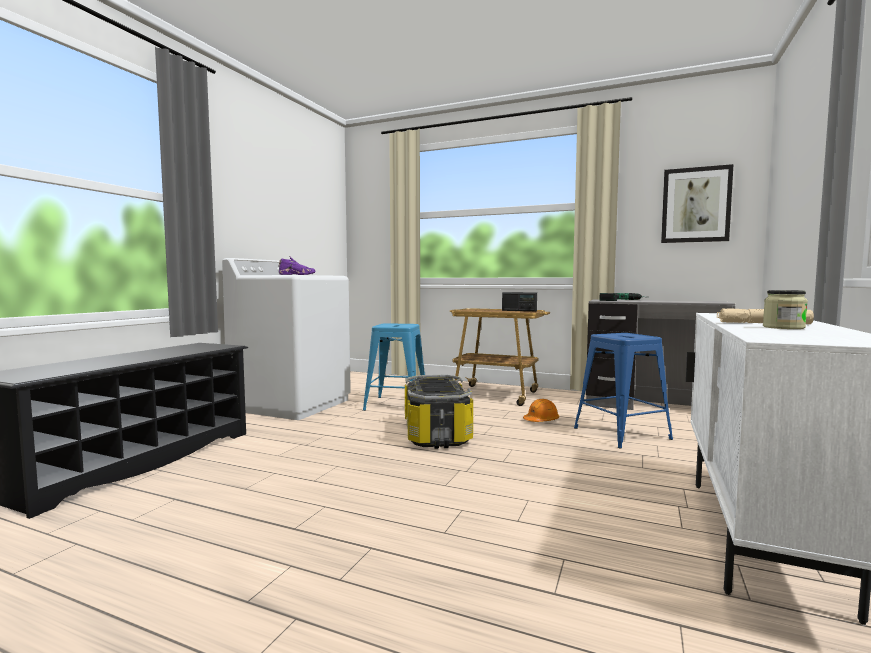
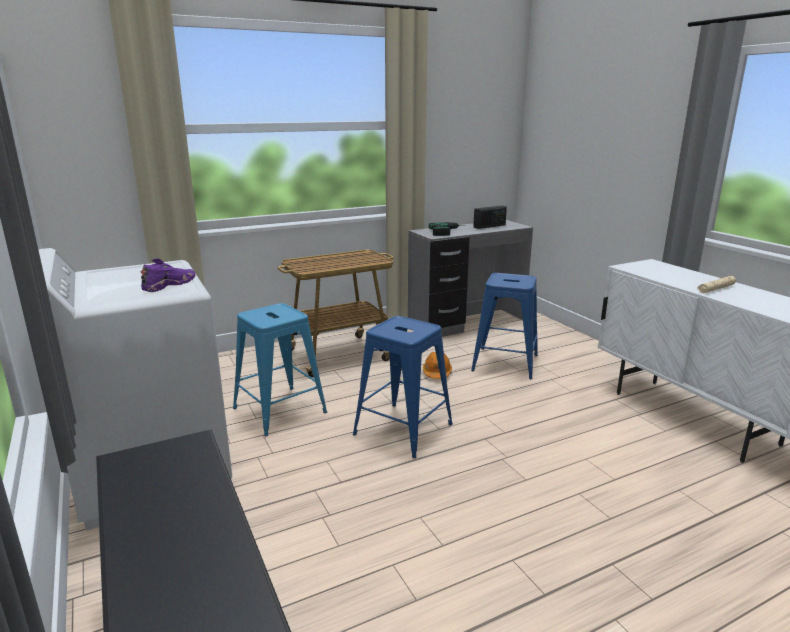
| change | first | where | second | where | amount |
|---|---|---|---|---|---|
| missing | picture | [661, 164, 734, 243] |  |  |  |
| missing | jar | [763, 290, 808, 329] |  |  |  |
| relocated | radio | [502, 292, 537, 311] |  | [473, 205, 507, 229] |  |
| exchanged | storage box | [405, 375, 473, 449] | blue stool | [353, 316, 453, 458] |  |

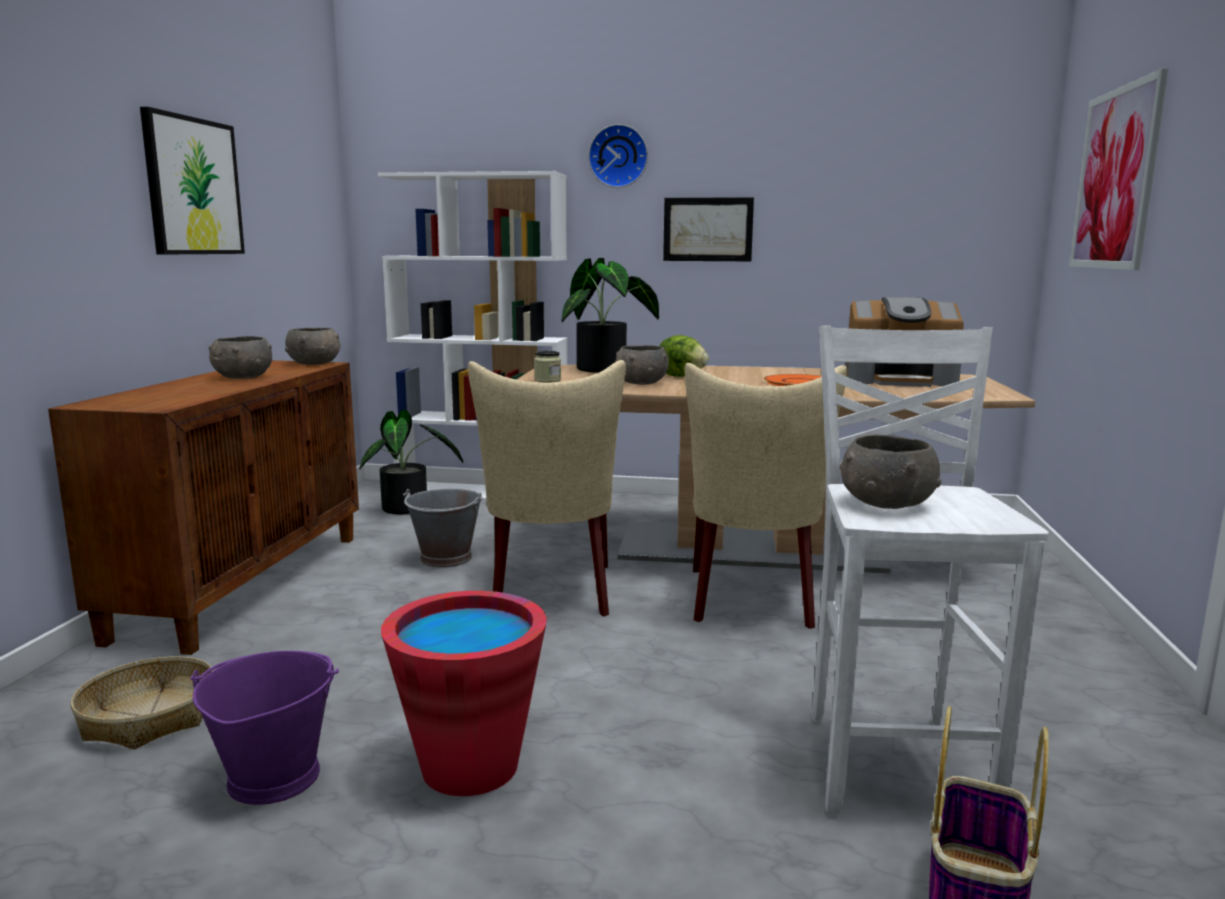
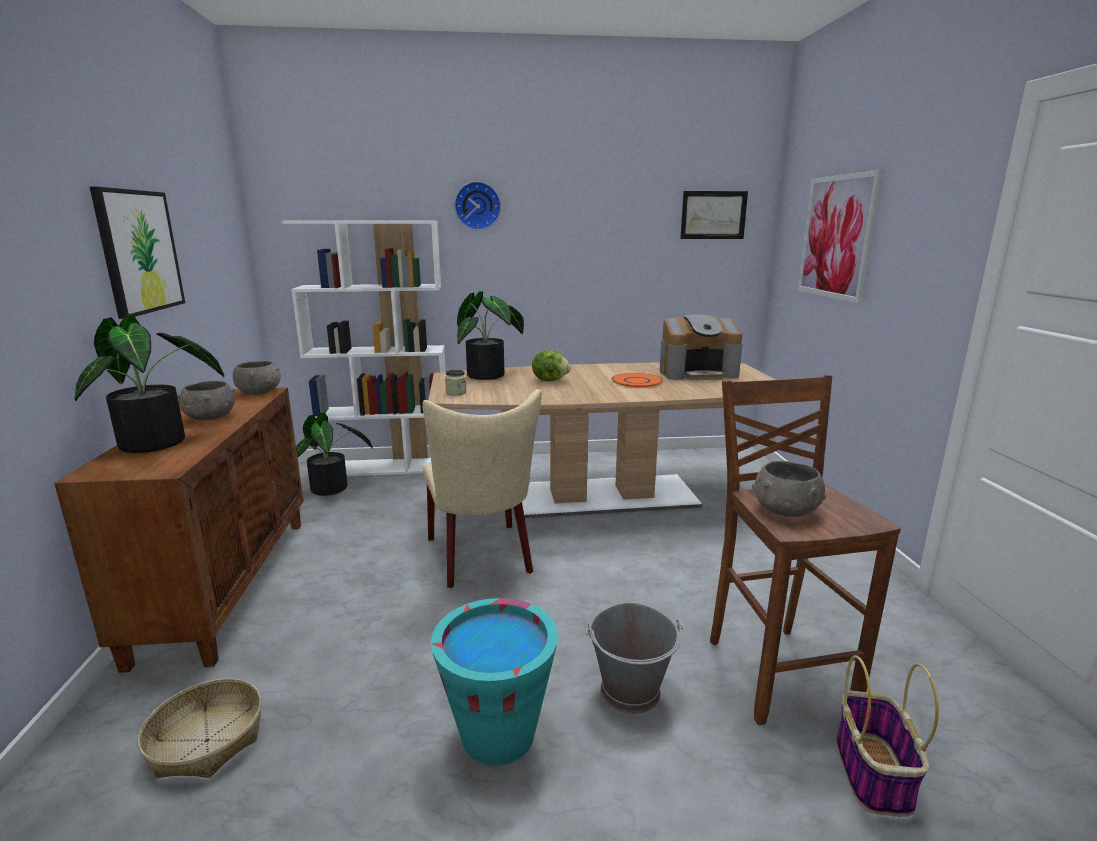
| change | first | where | second | where | amount |
|---|---|---|---|---|---|
| missing | purple bucket | [190, 651, 339, 805] |  |  |  |
| missing | grey bowl | [615, 345, 669, 385] |  |  |  |
| missing | beige chair | [685, 363, 847, 629] |  |  |  |
| appeared |  |  | potted plant | [75, 315, 224, 453] |  |
| relocated | grey bucket | [403, 488, 483, 568] |  | [585, 602, 683, 714] |  |
| relocated | picture | [663, 197, 754, 261] |  | [680, 191, 748, 239] |  |
| colour | red bucket | [381, 591, 547, 796] | turquoise bucket | [431, 598, 558, 766] |  |
| colour | white stool | [811, 325, 1049, 817] | brown stool | [710, 375, 901, 725] |  |

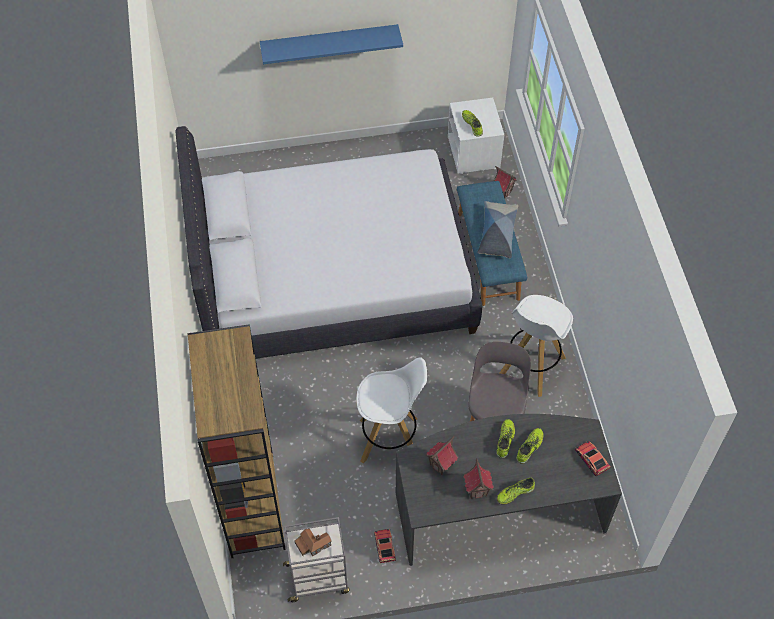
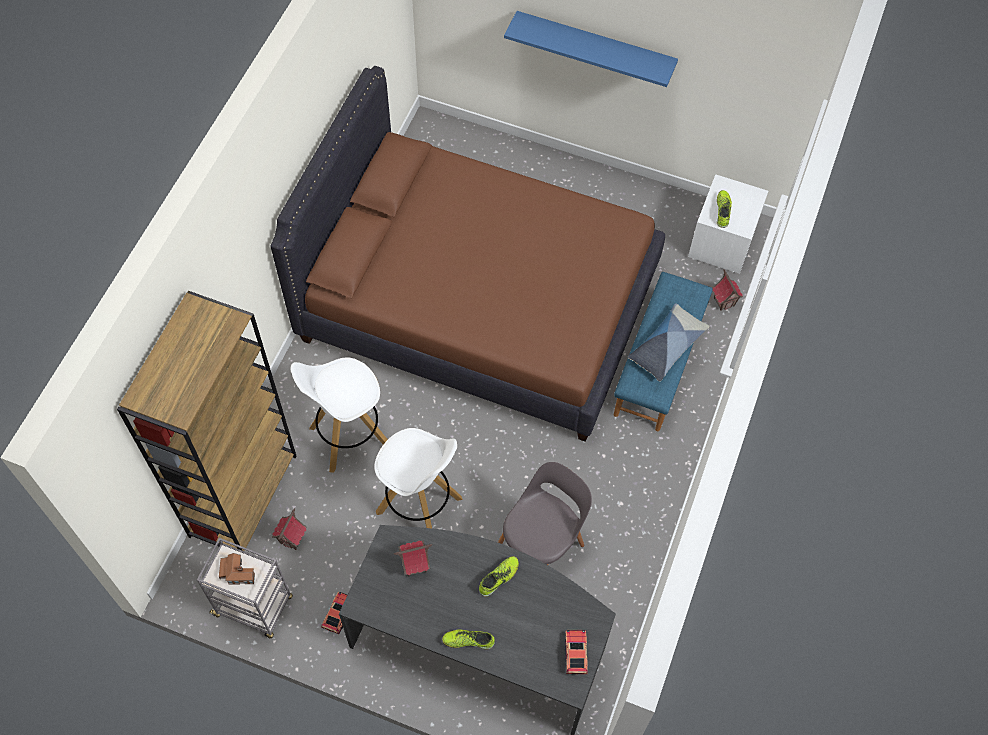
| change | first | where | second | where | amount |
|---|---|---|---|---|---|
| missing | shoe | [516, 428, 543, 464] |  |  |  |
| relocated | toy house | [463, 458, 494, 499] |  | [272, 508, 307, 550] |  |
| relocated | white stool | [499, 295, 573, 397] |  | [290, 357, 388, 473] |  |
| colour | white bed | [175, 126, 482, 359] | brown bed | [270, 66, 665, 442] |  |

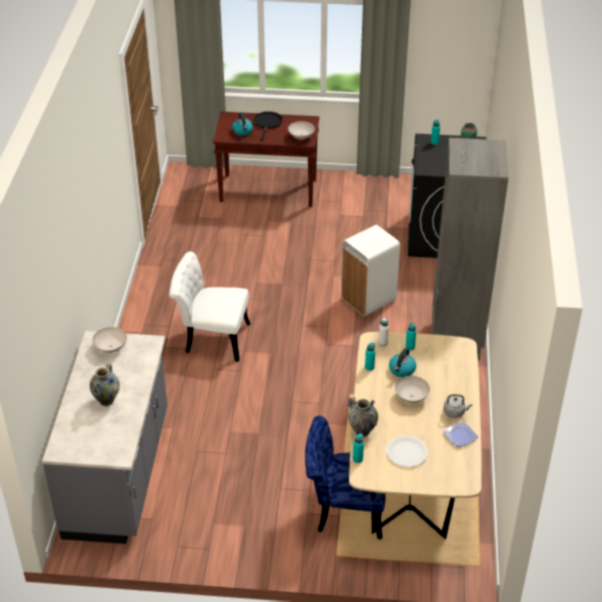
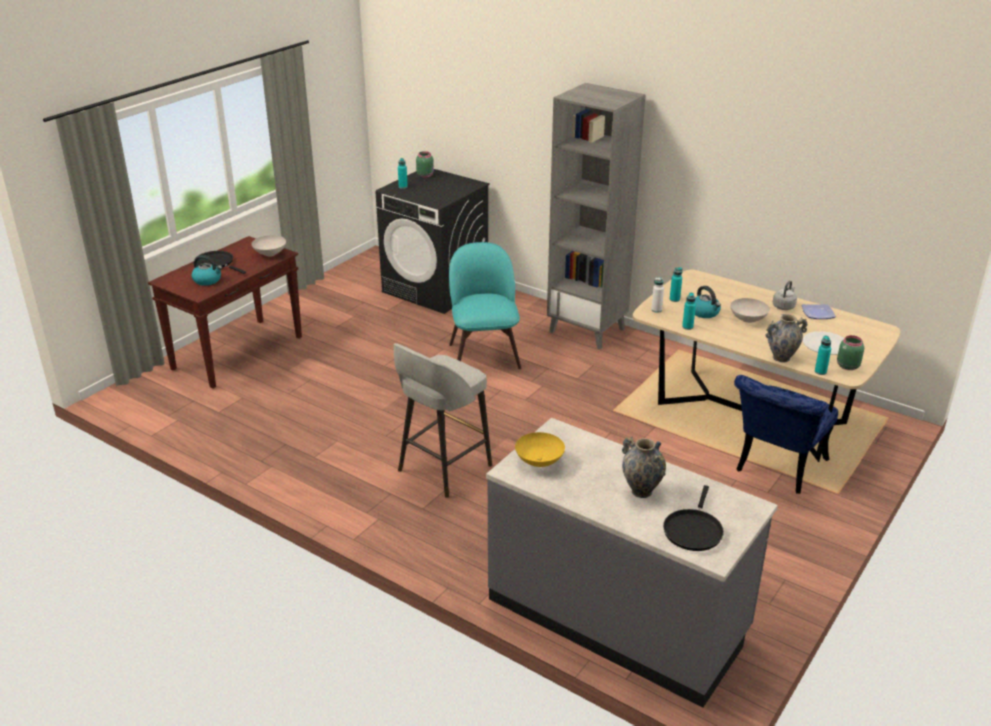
| change | first | where | second | where | amount |
|---|---|---|---|---|---|
| appeared |  |  | black frying pan | [663, 485, 724, 551] |  |
| appeared |  |  | green jar | [837, 335, 864, 370] |  |
| exchanged | white chair | [169, 251, 250, 362] | grey stool | [393, 343, 492, 498] |  |
| exchanged | white trash can | [341, 225, 400, 317] | turquoise chair | [449, 242, 522, 369] |  |
| colour | white bowl | [92, 327, 127, 353] | yellow bowl | [515, 432, 565, 467] |  |

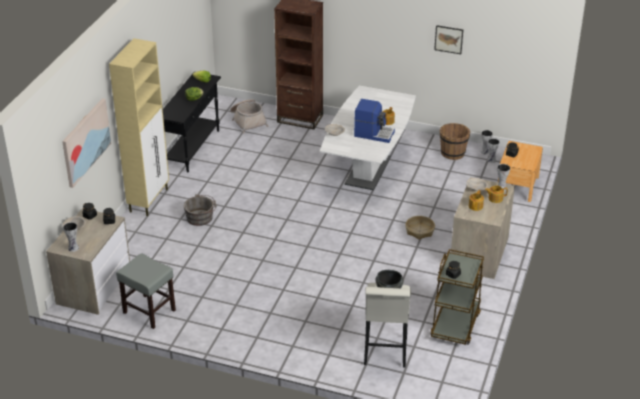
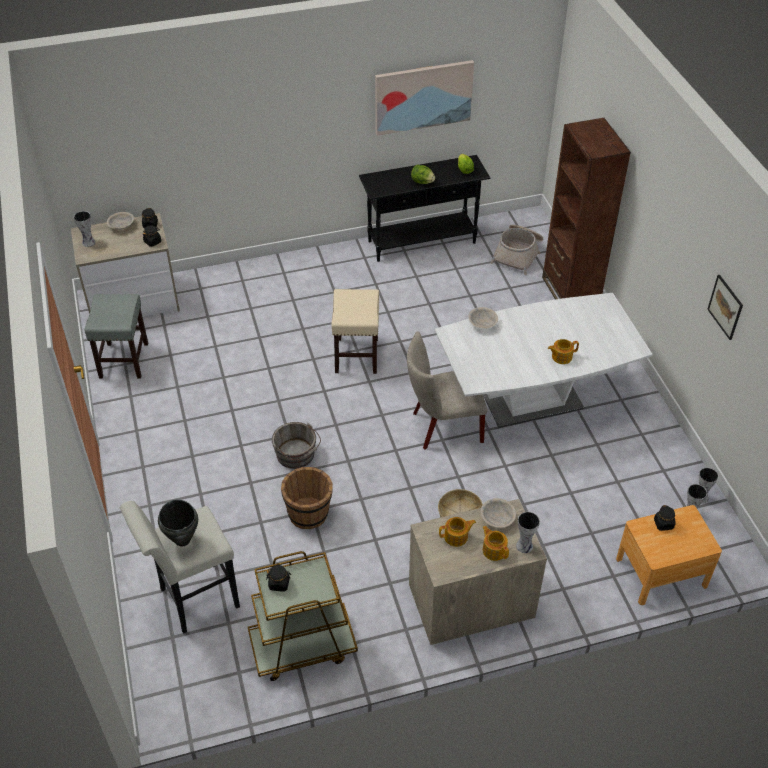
| change | first | where | second | where | amount |
|---|---|---|---|---|---|
| missing | beige cabinet | [109, 38, 169, 216] |  |  |  |
| missing | coffee machine | [354, 99, 395, 143] |  |  |  |
| appeared |  |  | beige stool | [331, 289, 379, 374] |  |
| appeared |  |  | beige chair | [407, 331, 487, 449] |  |
| relocated | picture | [62, 98, 111, 188] |  | [375, 60, 474, 136] |  |
| relocated | grey bucket | [184, 194, 217, 226] |  | [272, 422, 321, 469] |  |
| relocated | brown bucket | [440, 123, 470, 160] |  | [281, 467, 333, 529] |  |

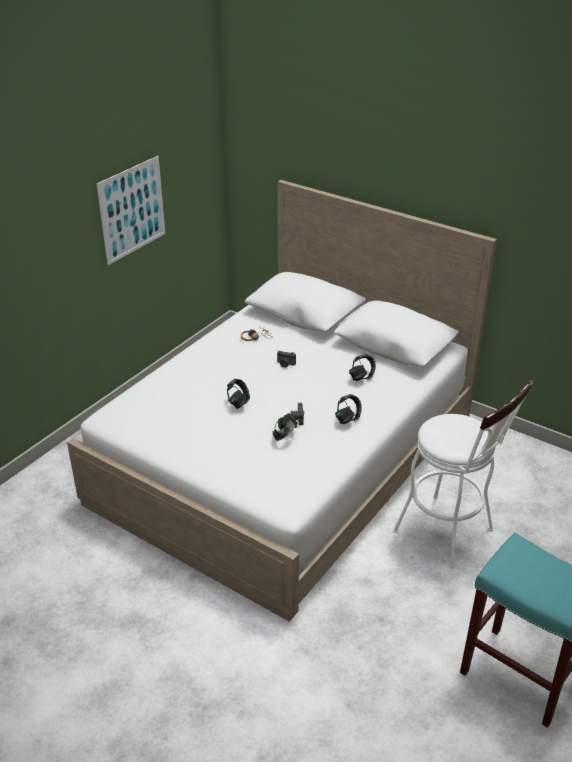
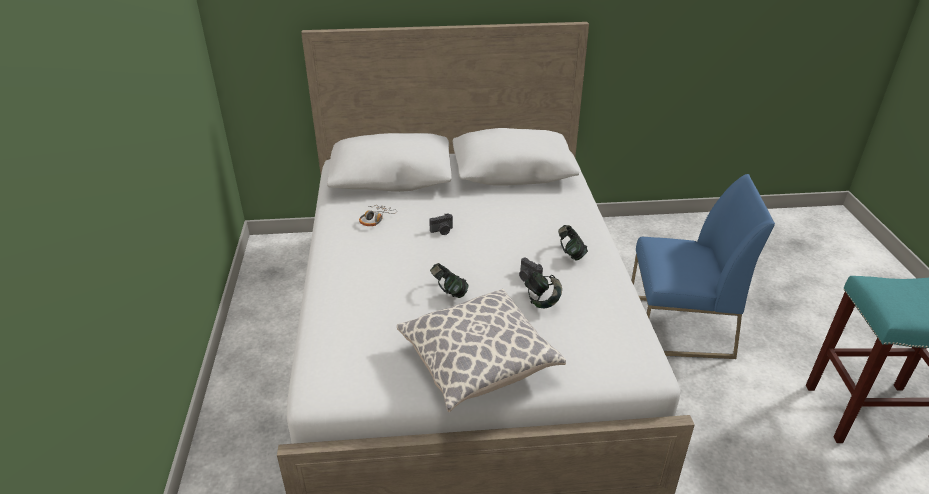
| change | first | where | second | where | amount |
|---|---|---|---|---|---|
| missing | picture | [97, 156, 165, 265] |  |  |  |
| missing | headphones | [349, 354, 376, 381] |  |  |  |
| appeared |  |  | pillow | [397, 289, 566, 412] |  |
| exchanged | white stool | [393, 379, 535, 569] | blue chair | [631, 174, 775, 359] |  |

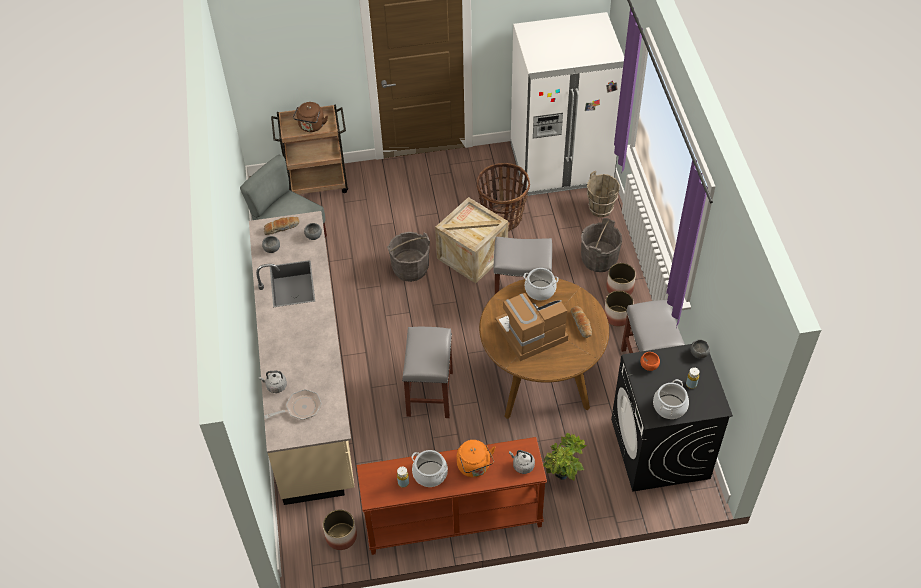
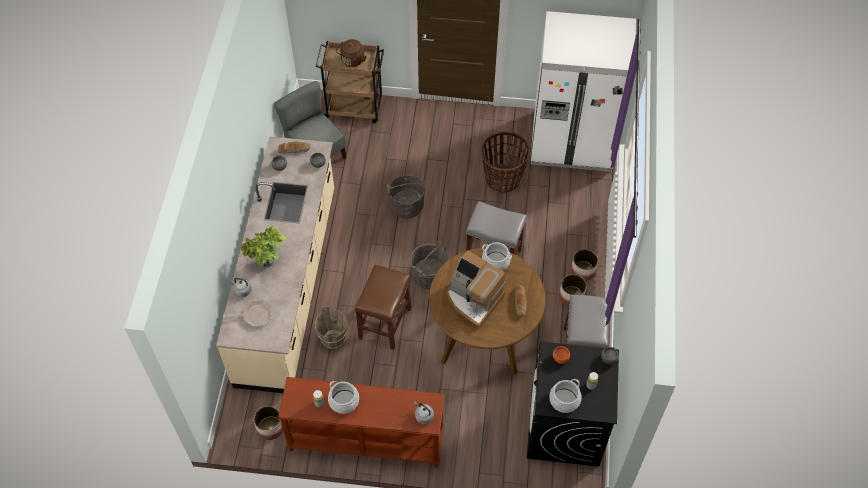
| change | first | where | second | where | amount |
|---|---|---|---|---|---|
| missing | crate | [435, 197, 508, 283] |  |  |  |
| missing | orange kettle | [457, 440, 496, 477] |  |  |  |
| relocated | potted plant | [543, 433, 586, 480] |  | [241, 226, 287, 267] |  |
| relocated | grey bucket | [581, 218, 622, 272] |  | [410, 241, 448, 289] |  |
| relocated | brown bucket | [587, 171, 620, 217] |  | [314, 306, 347, 350] |  |
| colour | grey stool | [402, 327, 453, 418] | brown stool | [355, 265, 411, 350] |  |
| spun | coffee machine | [495, 293, 568, 361] |  | [446, 250, 505, 328] | 135 degrees counterclockwise |

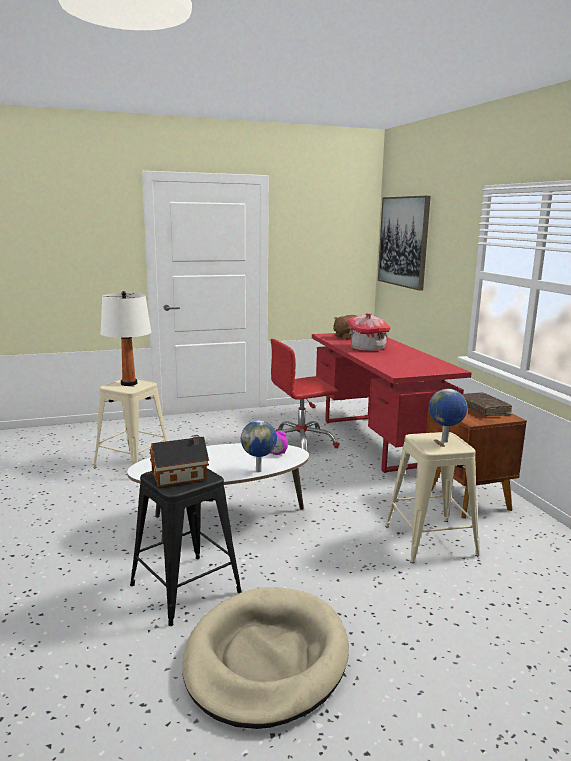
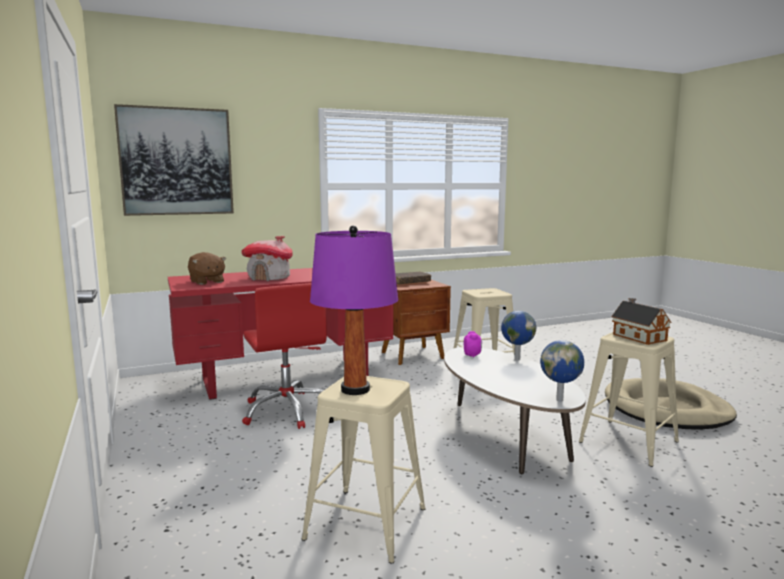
| change | first | where | second | where | amount |
|---|---|---|---|---|---|
| relocated | globe | [429, 389, 467, 442] |  | [540, 340, 584, 402] |  |
| colour | white table lamp | [100, 291, 151, 386] | purple table lamp | [310, 225, 398, 395] |  |
| colour | black stool | [130, 468, 242, 626] | beige stool | [579, 332, 679, 467] |  |

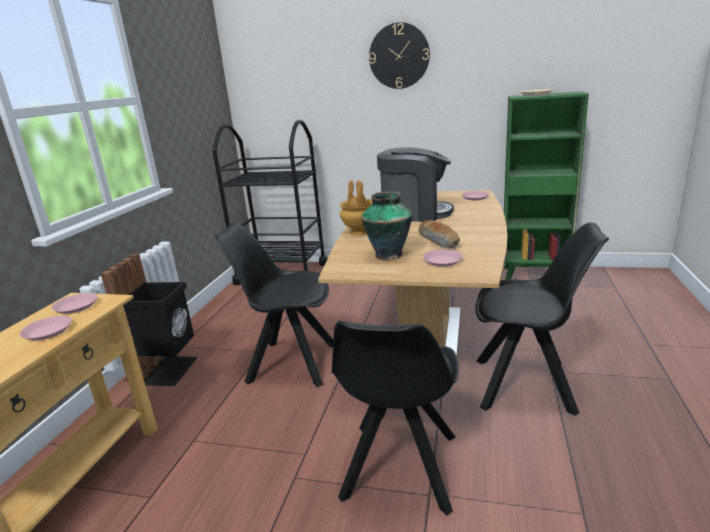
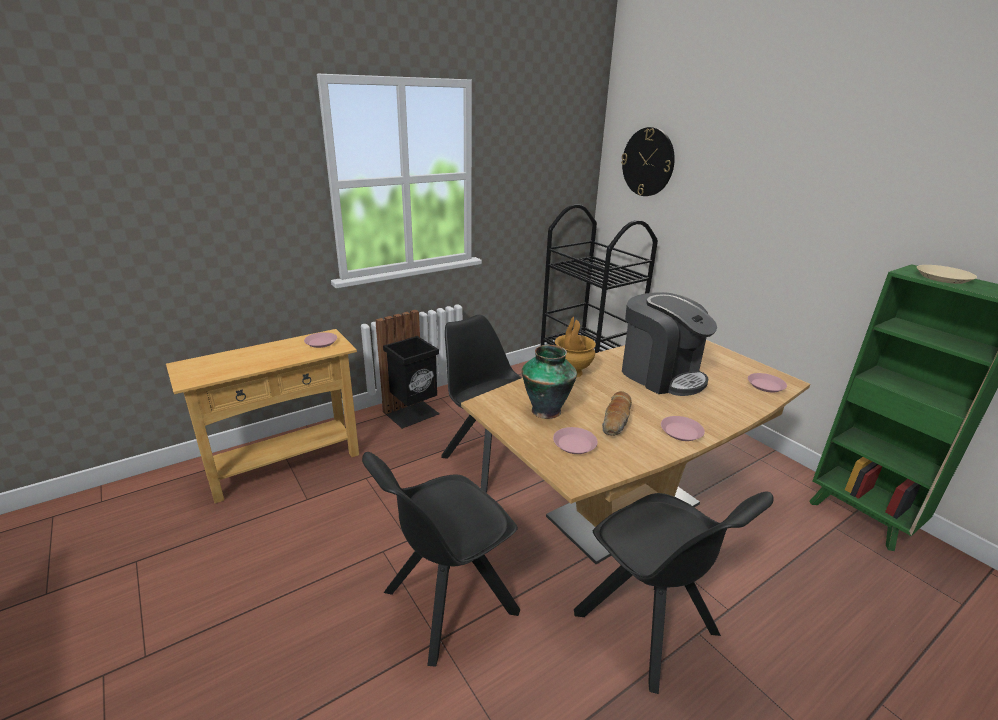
| change | first | where | second | where | amount |
|---|---|---|---|---|---|
| relocated | pink plate | [20, 316, 72, 341] |  | [661, 416, 705, 441] |  |
| relocated | wall clock | [369, 22, 430, 89] |  | [621, 127, 675, 196] |  |

